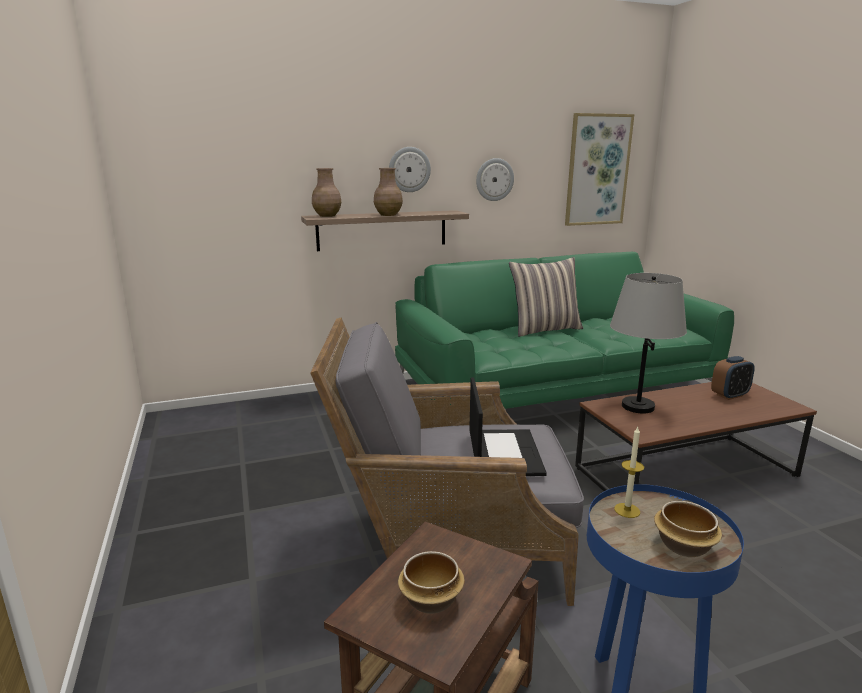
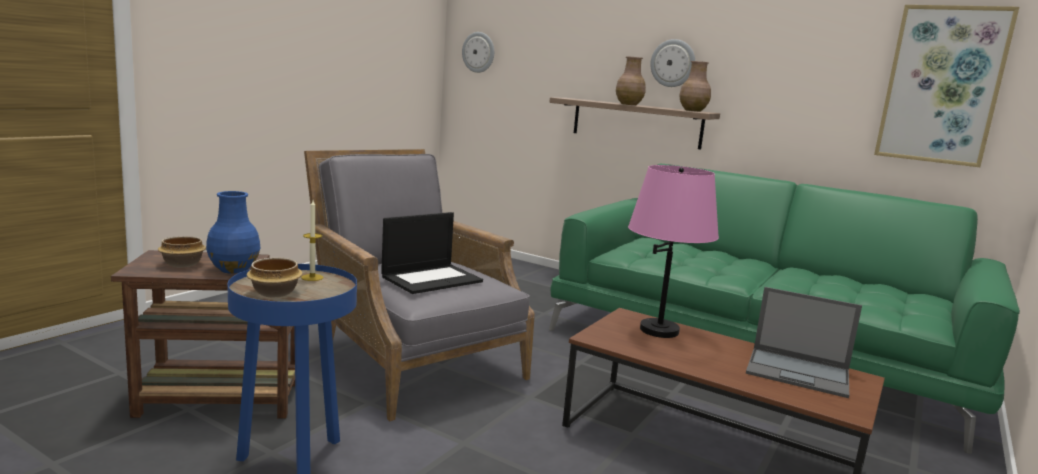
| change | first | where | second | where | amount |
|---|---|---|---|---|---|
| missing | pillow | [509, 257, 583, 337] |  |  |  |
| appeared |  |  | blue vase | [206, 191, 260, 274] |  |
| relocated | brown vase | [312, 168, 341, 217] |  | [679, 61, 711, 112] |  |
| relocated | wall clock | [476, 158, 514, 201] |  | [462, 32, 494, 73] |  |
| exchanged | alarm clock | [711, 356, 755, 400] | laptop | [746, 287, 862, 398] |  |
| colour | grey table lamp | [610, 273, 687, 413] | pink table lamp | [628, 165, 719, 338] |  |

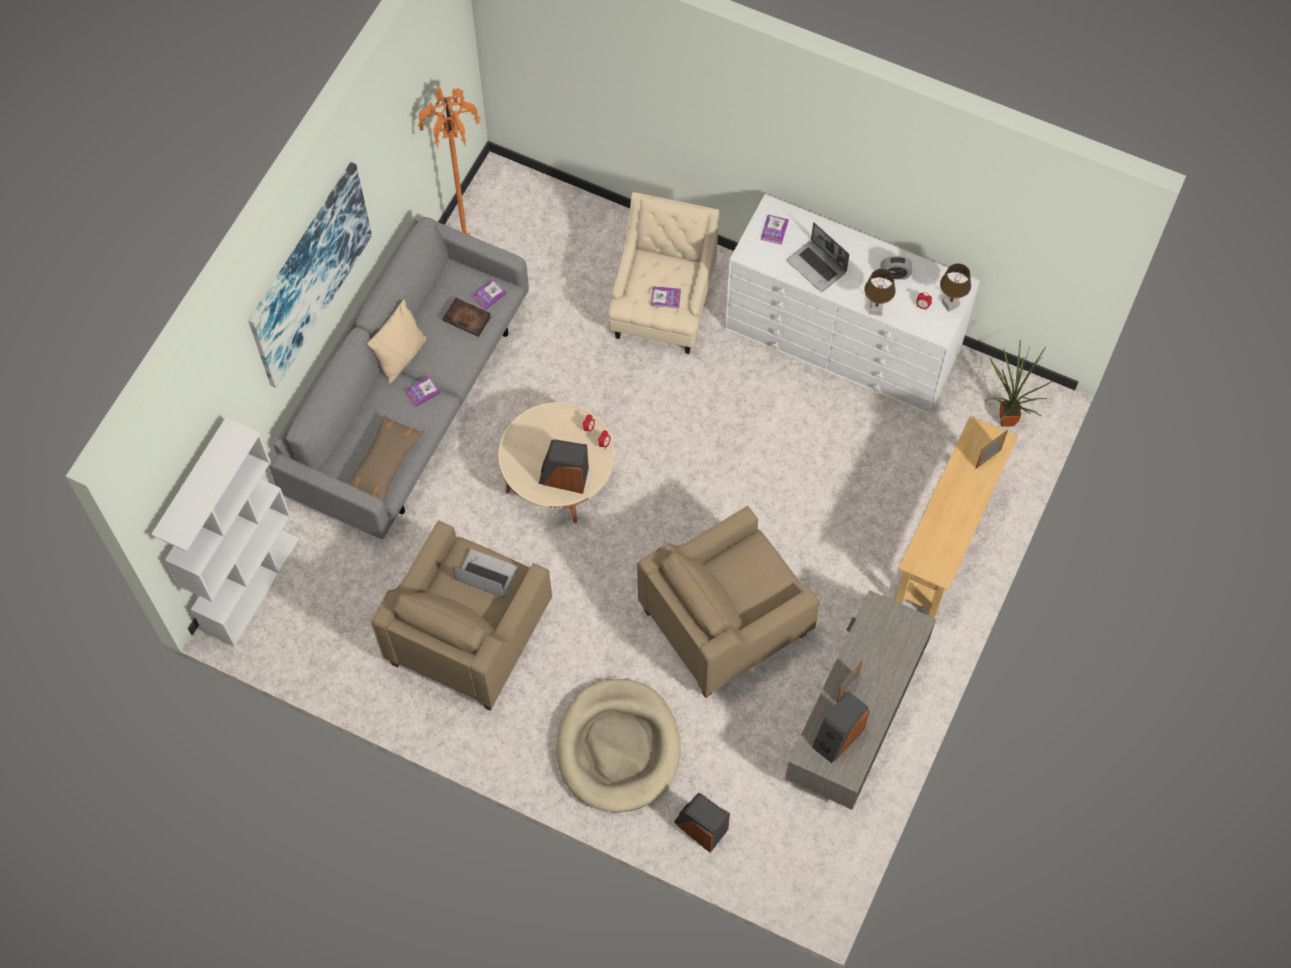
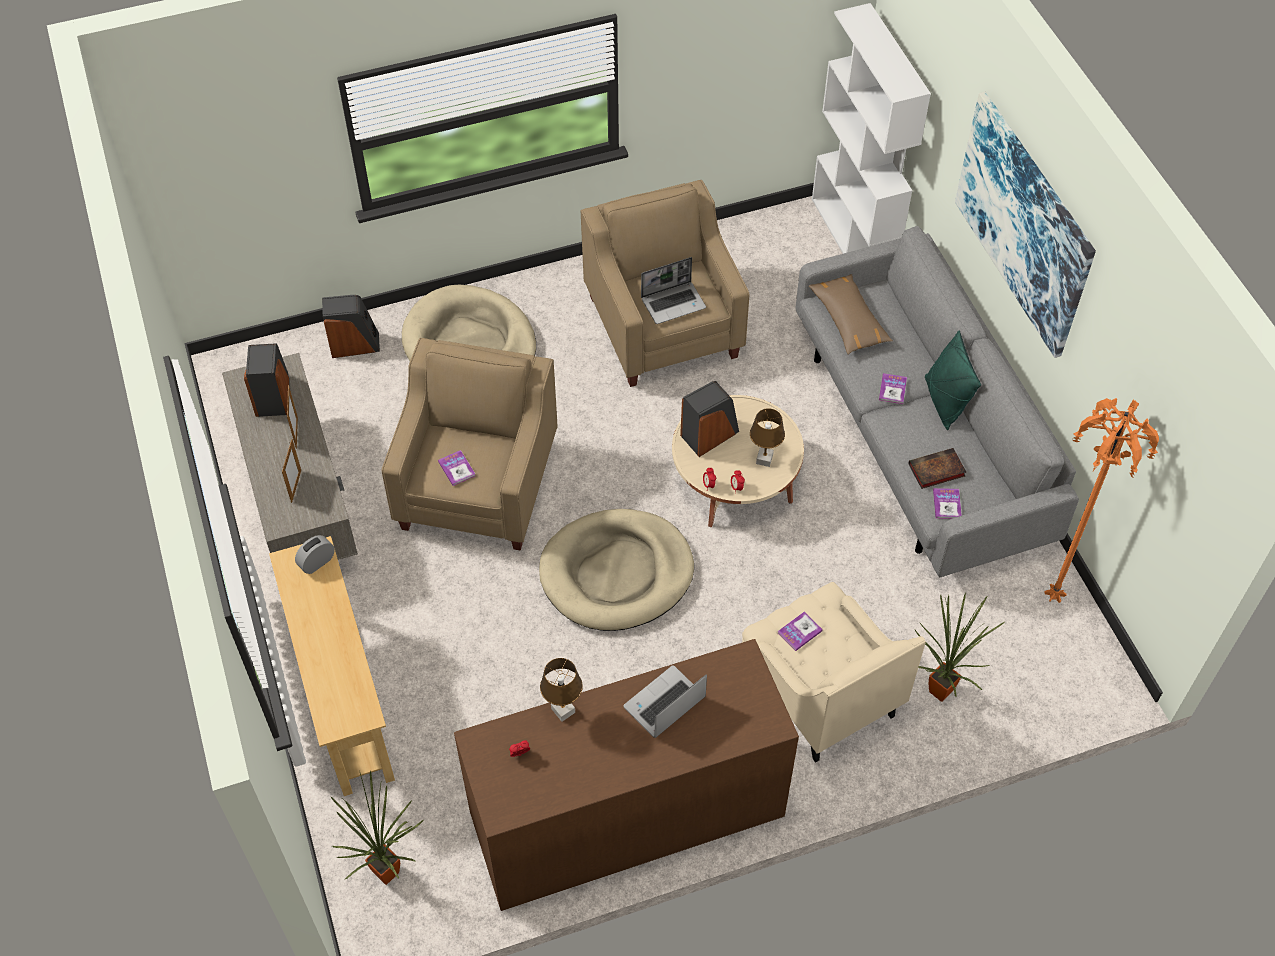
| change | first | where | second | where | amount |
|---|---|---|---|---|---|
| appeared |  |  | beige dog bed | [539, 509, 694, 631] |  |
| appeared |  |  | potted plant | [915, 592, 1004, 702] |  |
| relocated | book | [761, 215, 789, 245] |  | [438, 450, 475, 486] |  |
| relocated | alarm clock | [880, 256, 912, 280] |  | [295, 535, 335, 574] |  |
| relocated | brown table lamp | [940, 263, 971, 312] |  | [750, 408, 785, 467] |  |
| relocated | picture frame | [975, 430, 1008, 470] |  | [282, 439, 301, 503] |  |
| colour | beige pillow | [367, 300, 426, 384] | green pillow | [925, 330, 981, 430] |  |
| colour | white dresser | [725, 194, 980, 414] | brown dresser | [454, 639, 799, 911] |  |
| spun | laptop | [787, 222, 849, 292] |  | [623, 666, 707, 738] | 45 degrees counterclockwise |

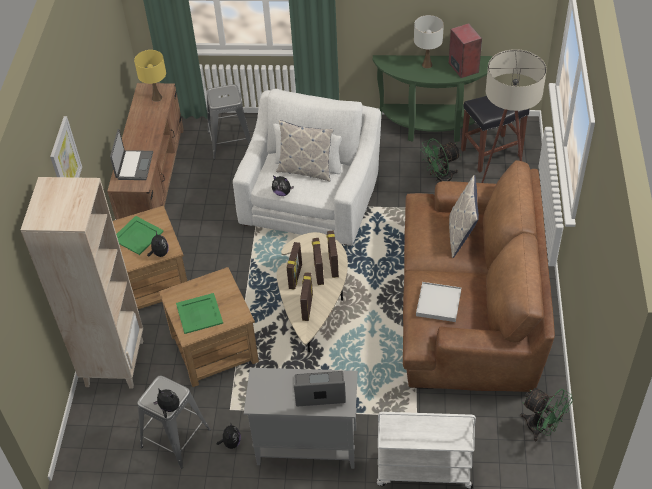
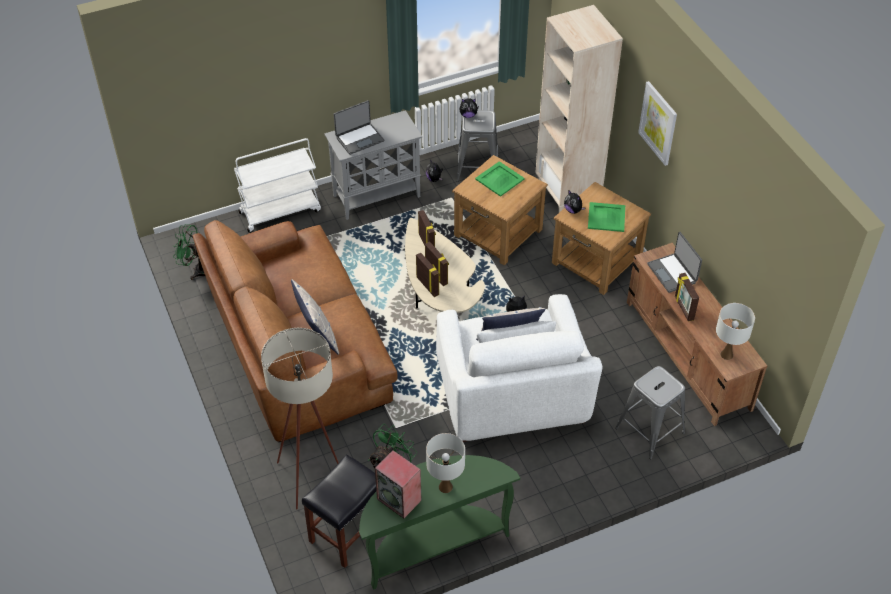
| change | first | where | second | where | amount |
|---|---|---|---|---|---|
| missing | white tray | [416, 282, 461, 322] |  |  |  |
| relocated | picture frame | [287, 242, 302, 290] |  | [675, 273, 699, 322] |  |
| colour | yellow table lamp | [134, 50, 166, 102] | white table lamp | [716, 303, 755, 360] |  |

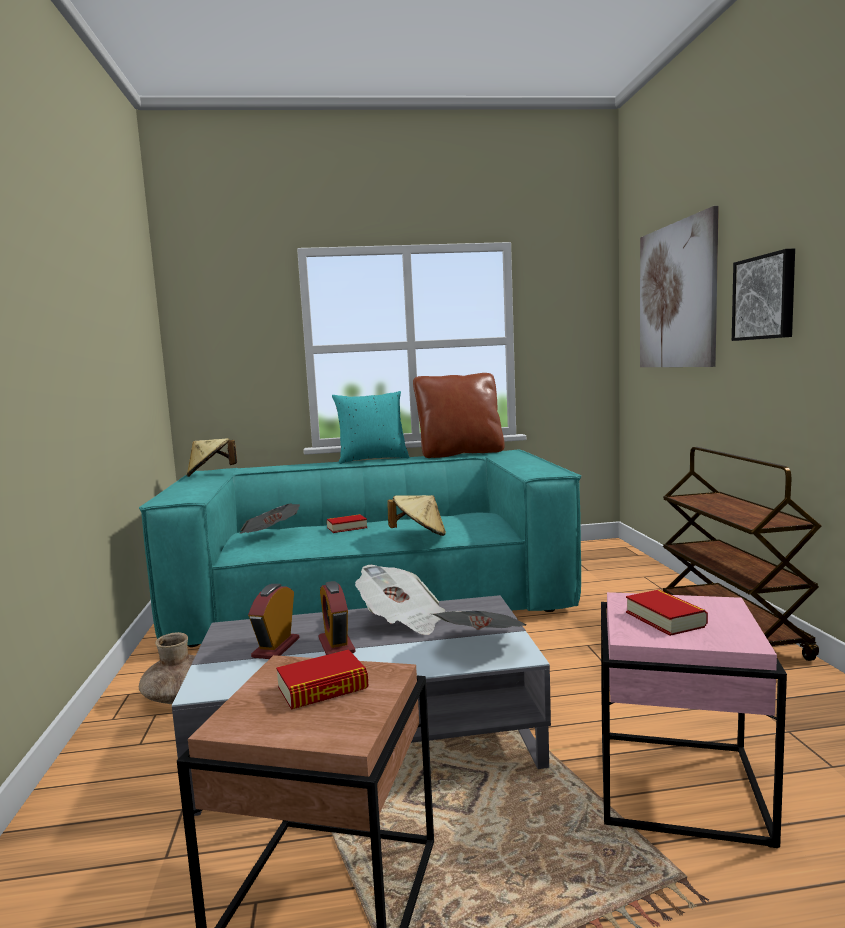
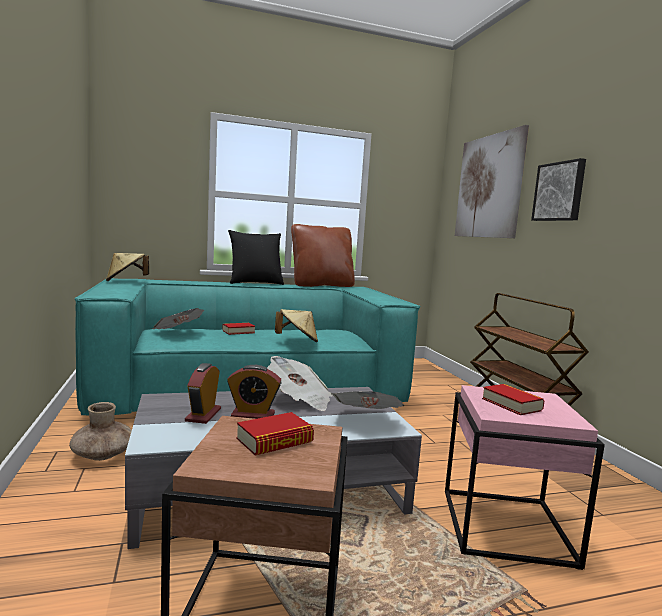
| change | first | where | second | where | amount |
|---|---|---|---|---|---|
| colour | turquoise pillow | [332, 391, 409, 464] | black pillow | [228, 230, 284, 285] |  |
| spun | alarm clock | [318, 581, 355, 655] |  | [227, 365, 282, 419] | 60 degrees counterclockwise |

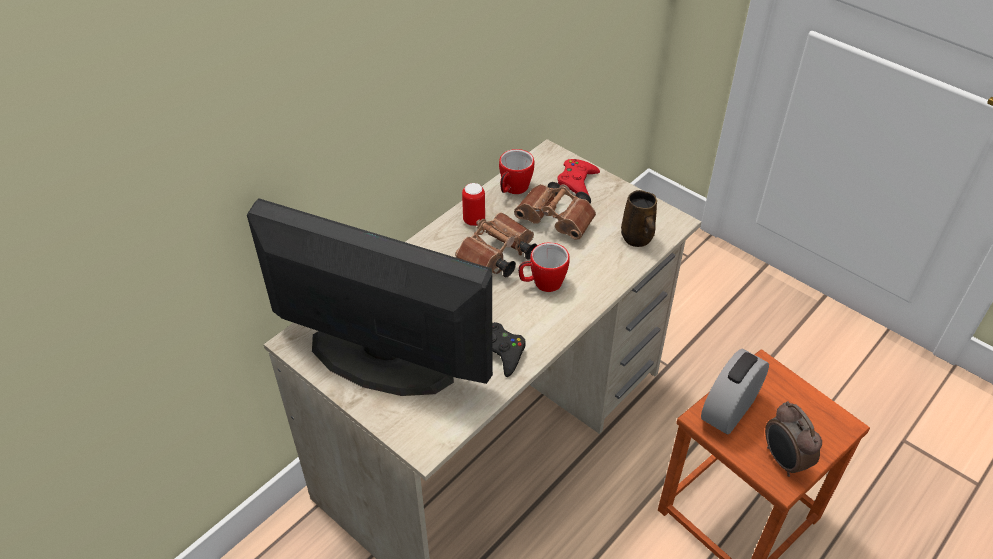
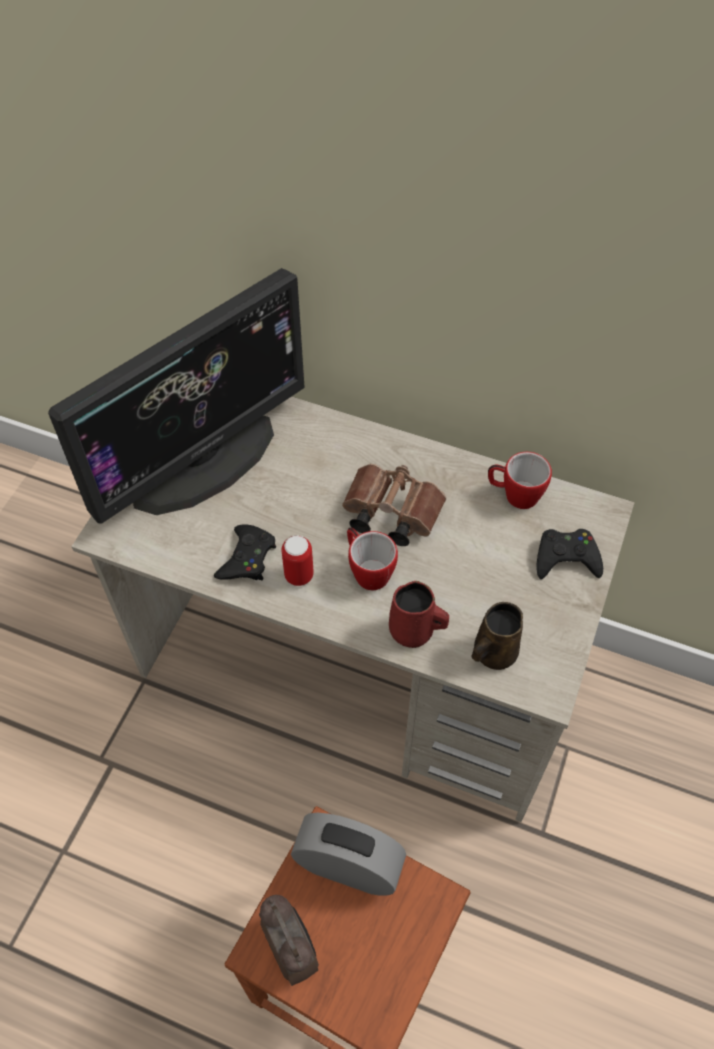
| change | first | where | second | where | amount |
|---|---|---|---|---|---|
| missing | brown binoculars | [514, 182, 596, 240] |  |  |  |
| appeared |  |  | red mug | [389, 581, 449, 648] |  |
| relocated | can | [462, 183, 485, 226] |  | [281, 535, 314, 586] |  |
| colour | red game controller | [558, 159, 600, 195] | black game controller | [537, 529, 603, 579] |  |
| spun | monitor | [247, 199, 493, 396] |  | [48, 268, 305, 524] | 45 degrees clockwise |
| spun | alarm clock | [765, 401, 822, 477] |  | [259, 895, 319, 986] | 105 degrees clockwise |

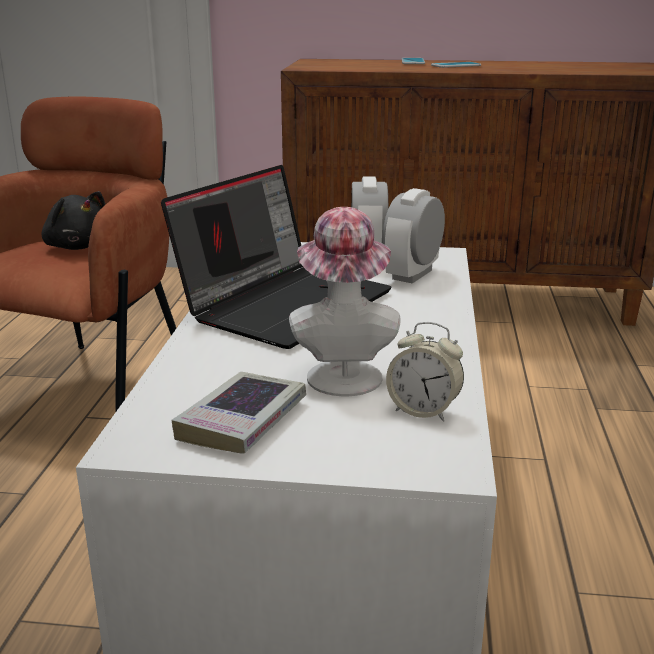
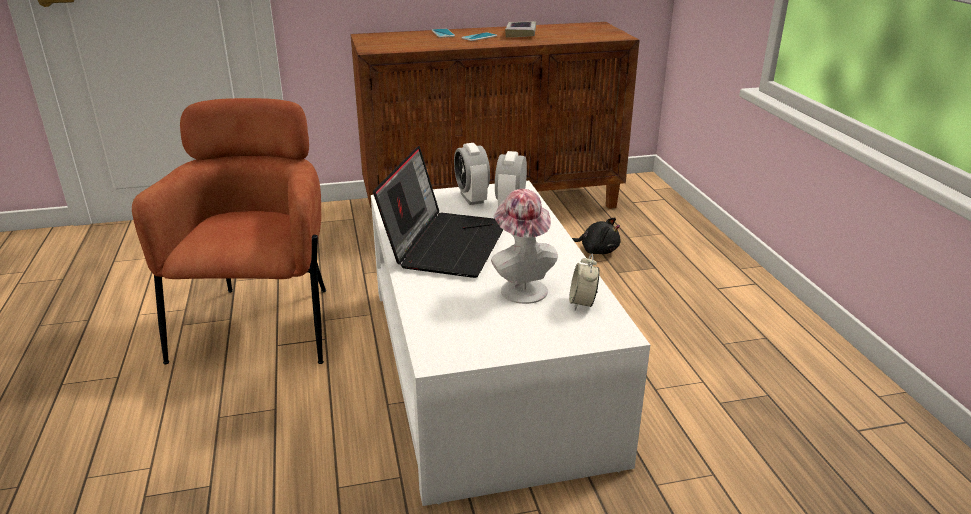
| change | first | where | second | where | amount |
|---|---|---|---|---|---|
| relocated | black plush toy | [42, 191, 106, 250] |  | [572, 217, 620, 254] |  |
| relocated | book | [171, 372, 306, 454] |  | [505, 21, 536, 37] |  |
| spun | alarm clock | [386, 322, 464, 422] |  | [569, 254, 599, 311] | 90 degrees clockwise |

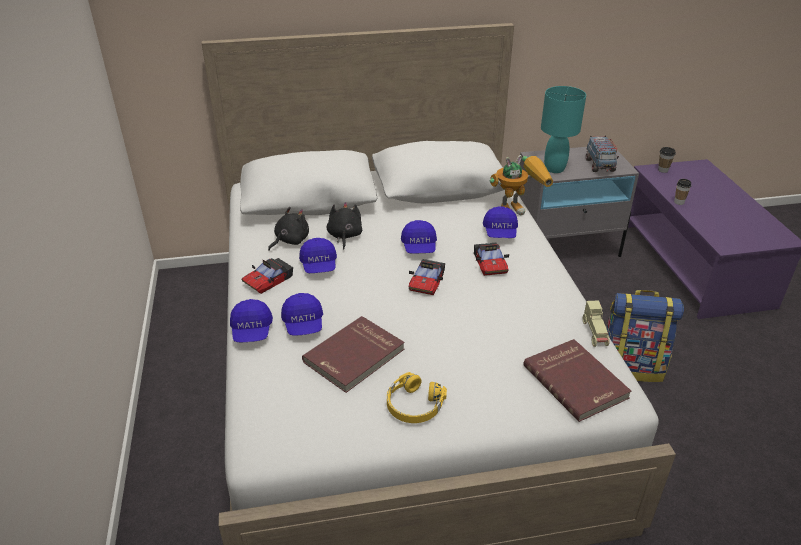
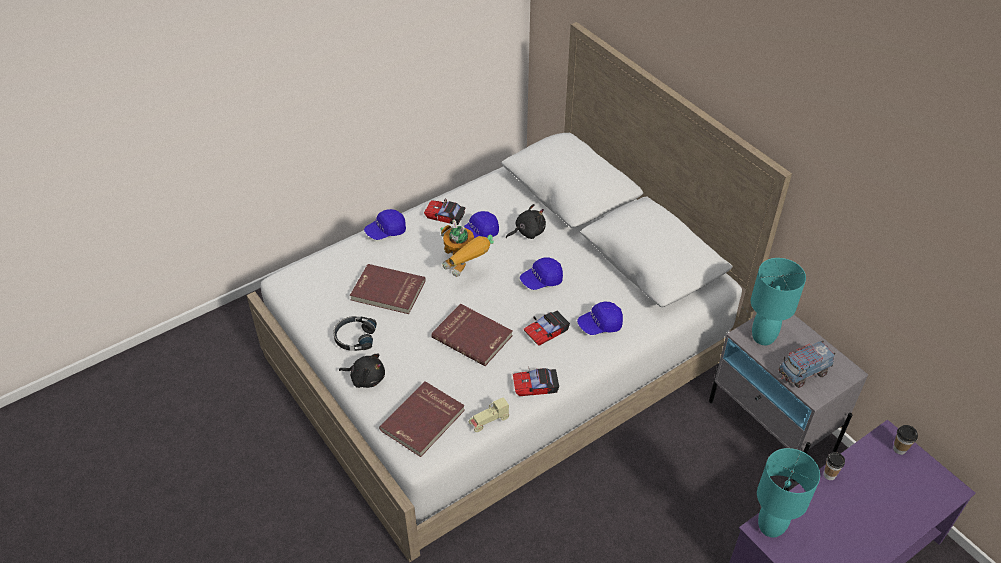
| change | first | where | second | where | amount |
|---|---|---|---|---|---|
| missing | blue cap | [281, 293, 323, 336] |  |  |  |
| missing | backpack | [606, 290, 684, 382] |  |  |  |
| appeared |  |  | red book | [431, 304, 513, 366] |  |
| appeared |  |  | turquoise table lamp | [757, 448, 820, 538] |  |
| relocated | black plush toy | [268, 207, 309, 251] |  | [339, 354, 385, 388] |  |
| relocated | toy car | [409, 259, 445, 295] |  | [513, 368, 559, 396] |  |
| relocated | toy robot | [490, 155, 553, 215] |  | [440, 220, 494, 277] |  |
| colour | yellow headphones | [387, 372, 447, 423] | black headphones | [333, 316, 377, 351] |  |

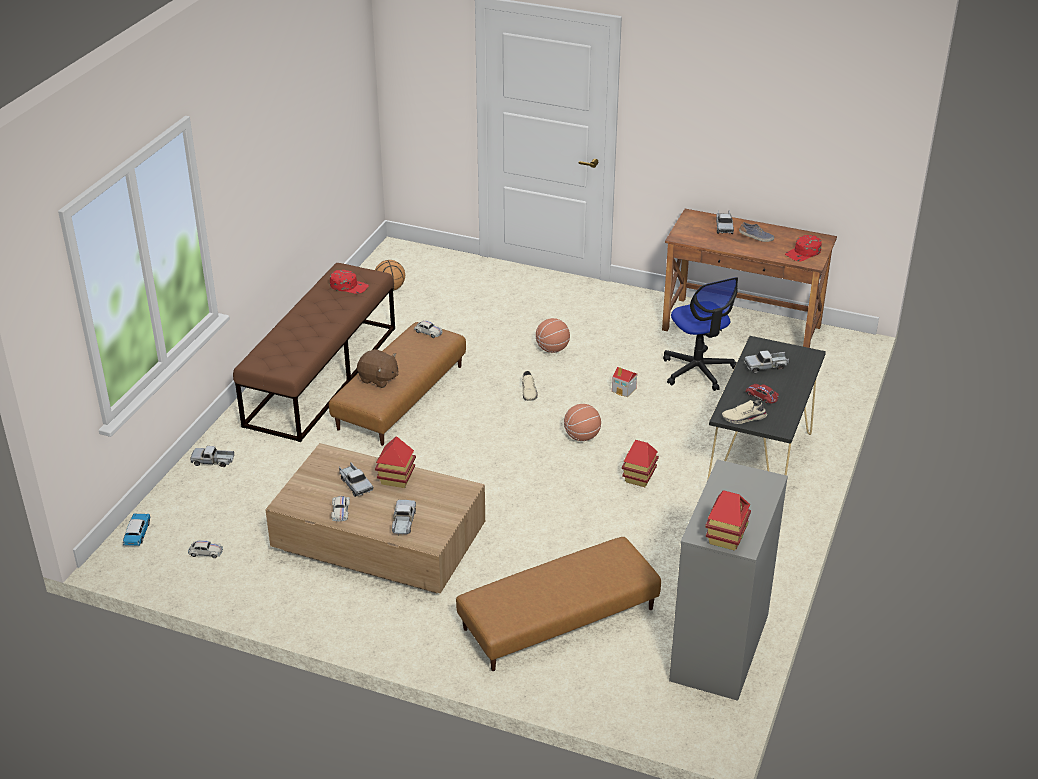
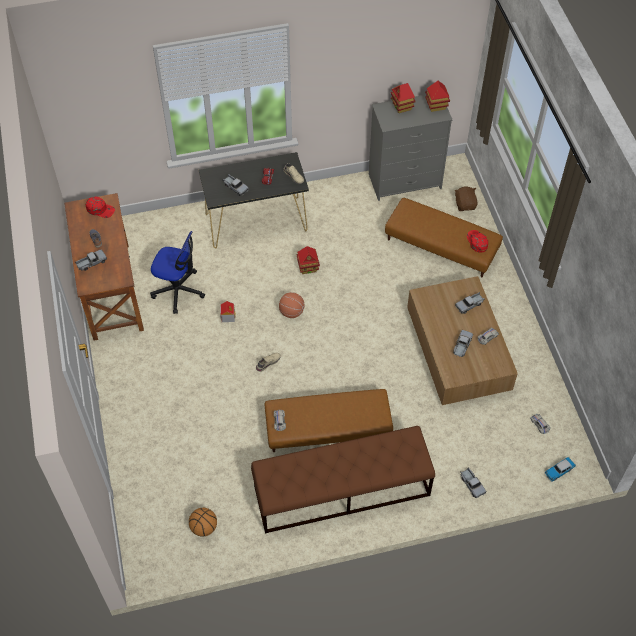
| change | first | where | second | where | amount |
|---|---|---|---|---|---|
| missing | basketball | [536, 318, 570, 353] |  |  |  |
| relocated | red cap | [330, 270, 369, 294] |  | [467, 230, 488, 253] |  |
| relocated | brown plush toy | [357, 349, 398, 388] |  | [455, 187, 478, 211] |  |
| relocated | toy house | [375, 436, 416, 488] |  | [391, 83, 416, 113] |  |
| spun | office chair | [663, 277, 738, 391] |  | [150, 231, 205, 314] | 75 degrees clockwise |

